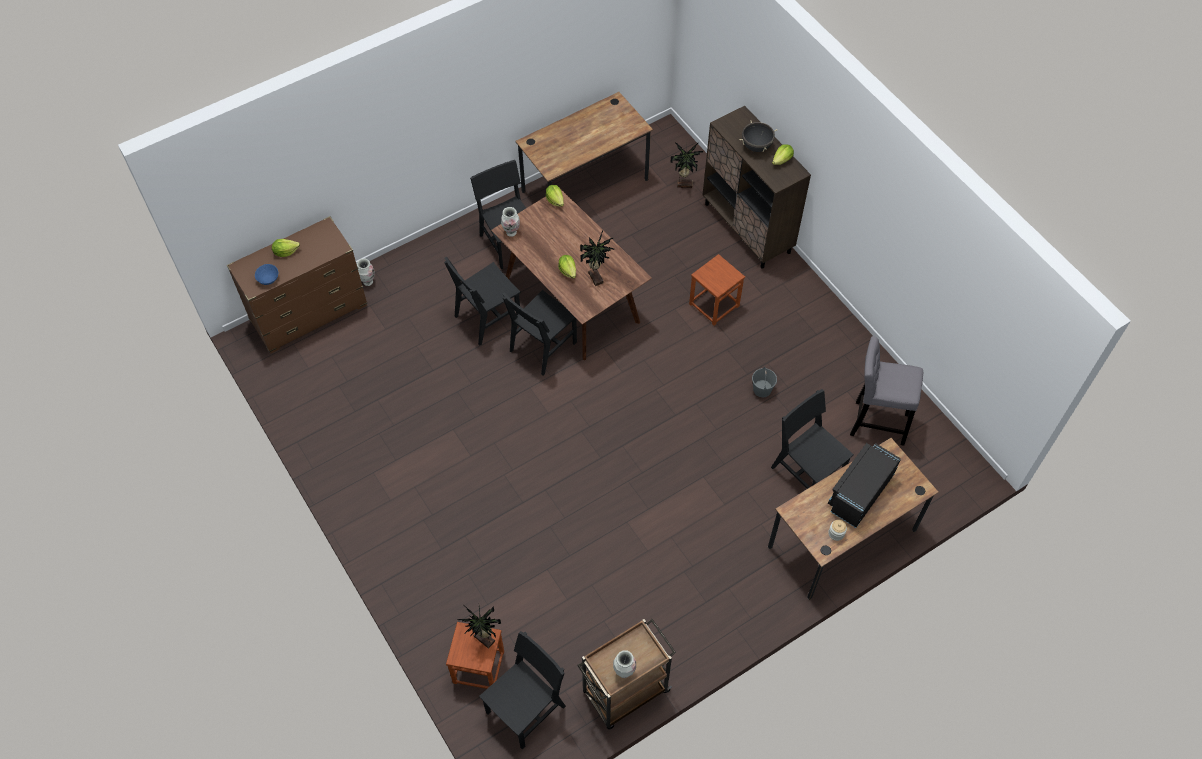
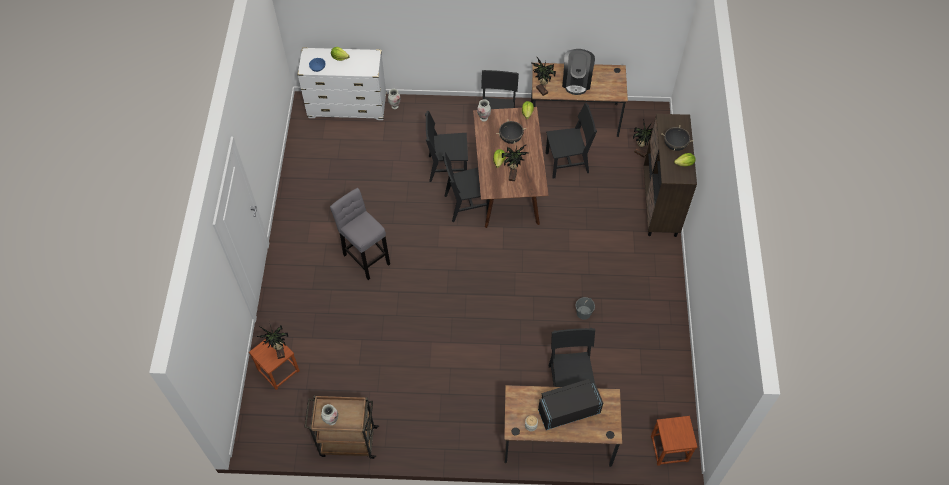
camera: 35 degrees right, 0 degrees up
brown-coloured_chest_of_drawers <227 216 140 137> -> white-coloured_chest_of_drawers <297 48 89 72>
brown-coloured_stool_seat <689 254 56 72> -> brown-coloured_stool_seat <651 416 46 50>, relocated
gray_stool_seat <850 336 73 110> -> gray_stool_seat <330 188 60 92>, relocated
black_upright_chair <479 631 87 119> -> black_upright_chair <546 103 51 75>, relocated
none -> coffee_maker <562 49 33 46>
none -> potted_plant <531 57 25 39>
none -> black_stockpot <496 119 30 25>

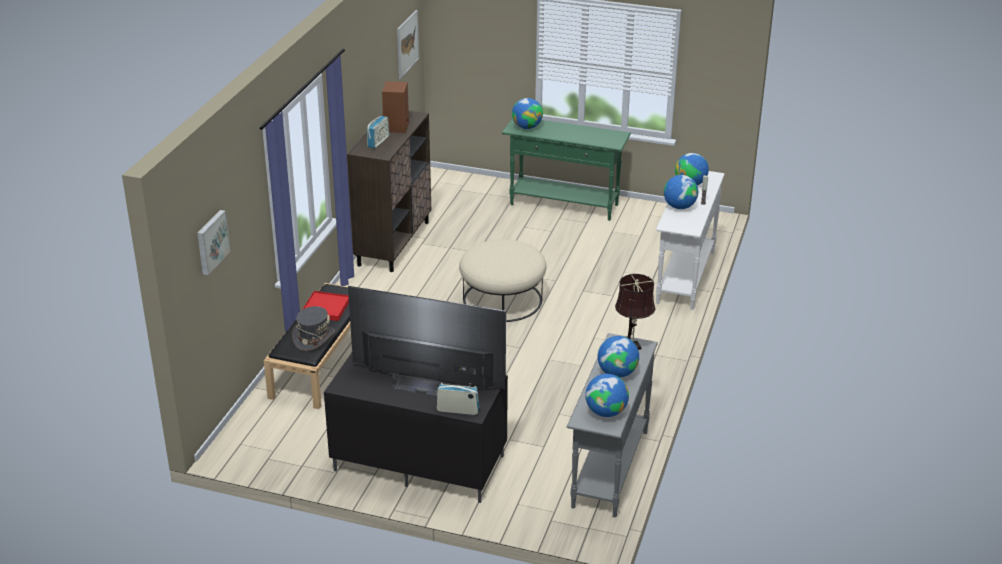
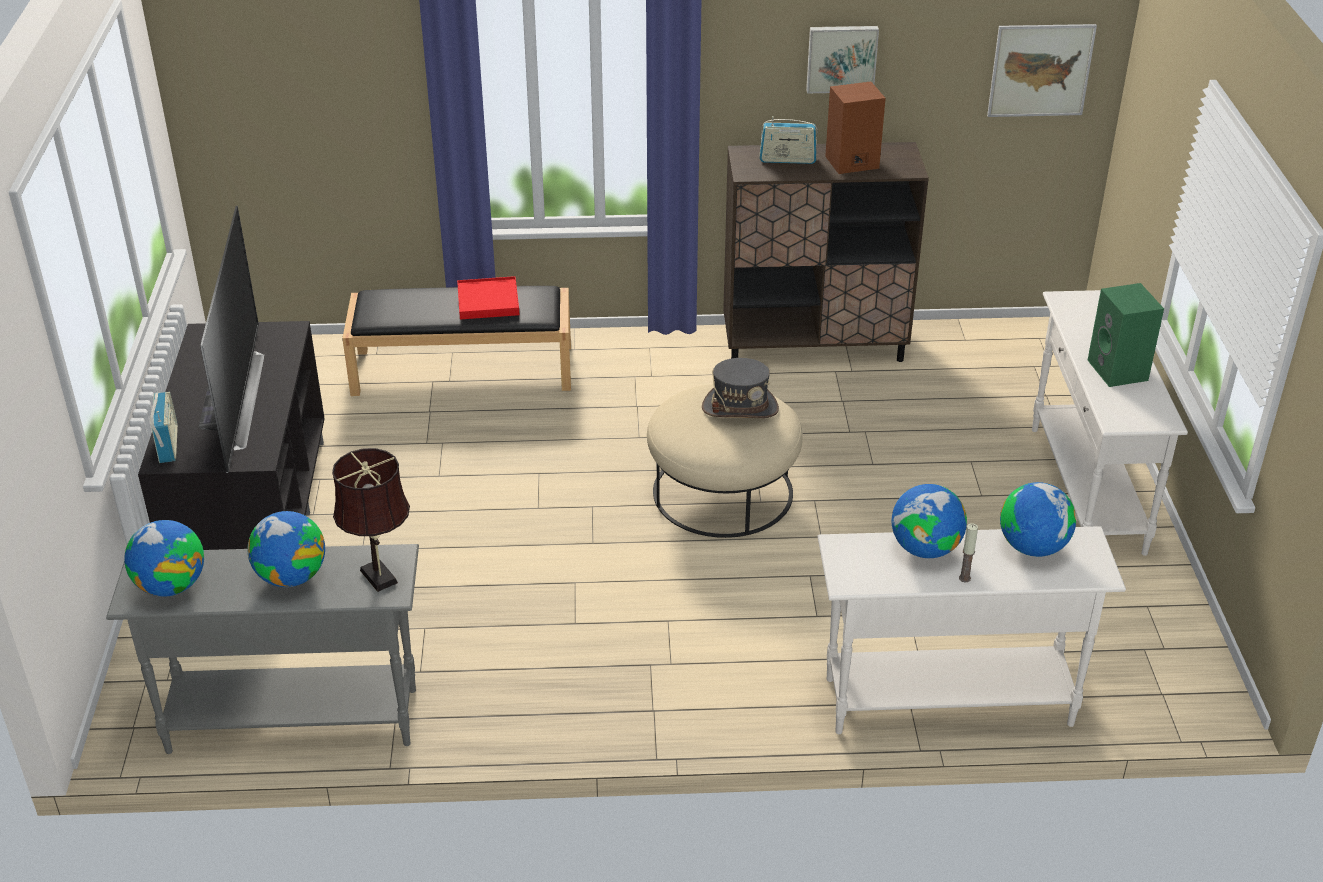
camera: 70 degrees right, 5 degrees up
globe <512 98 31 31> -> none
green_narrow_table <502 118 129 103> -> white-coloured_narrow_table <1032 290 156 266>
wall_art <197 210 33 65> -> wall_art <806 26 73 67>, relocated
gray_wearable_hat <292 306 43 45> -> gray_wearable_hat <702 358 77 60>, relocated
none -> green_loudspeaker <1088 283 76 104>

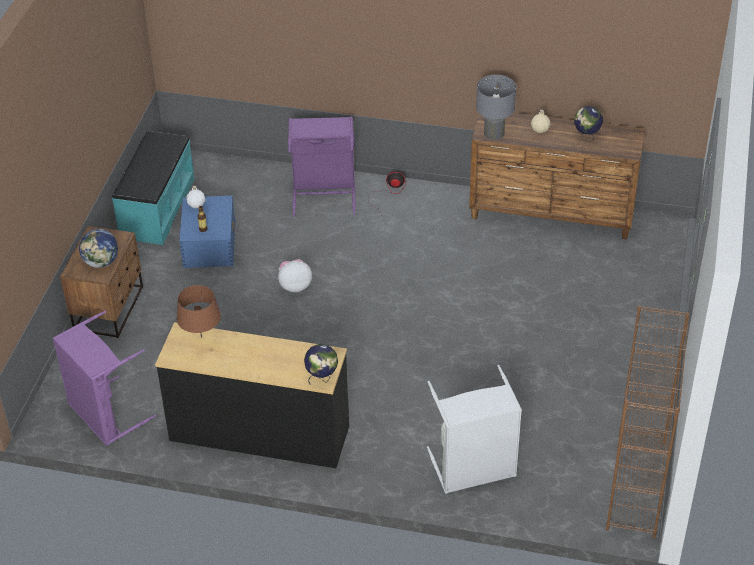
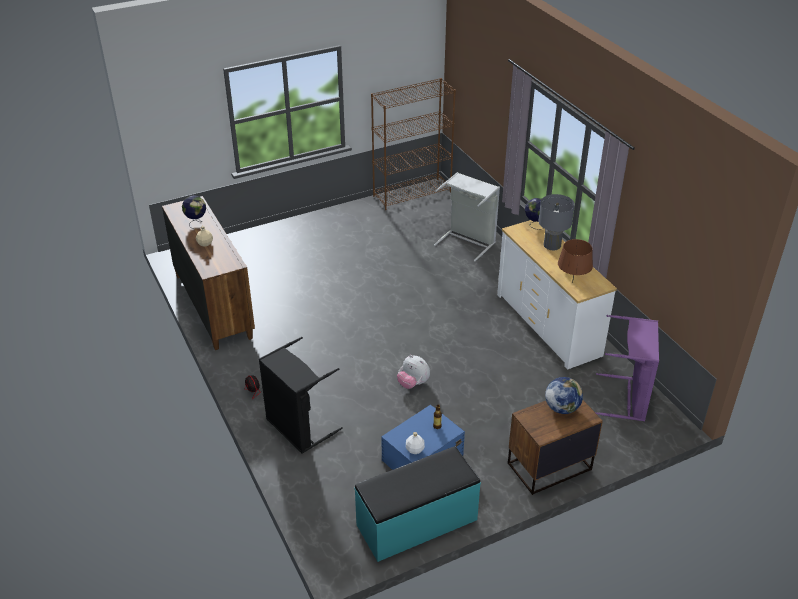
camera: 130 degrees left, 5 degrees down
gray_tabletop_lamp <476 75 40 65> -> gray_tabletop_lamp <538 194 37 56>, relocated
purple_washing_basket <288 116 68 101> -> black_washing_basket <259 337 84 117>
black_chest_of_drawers <155 322 194 146> -> white-coloured_chest_of_drawers <497 220 120 150>

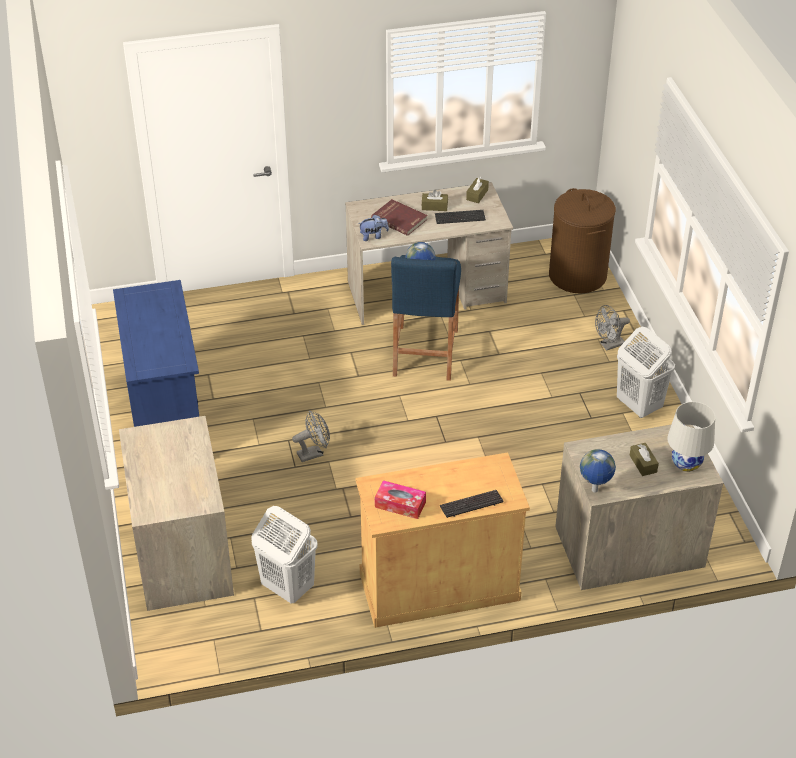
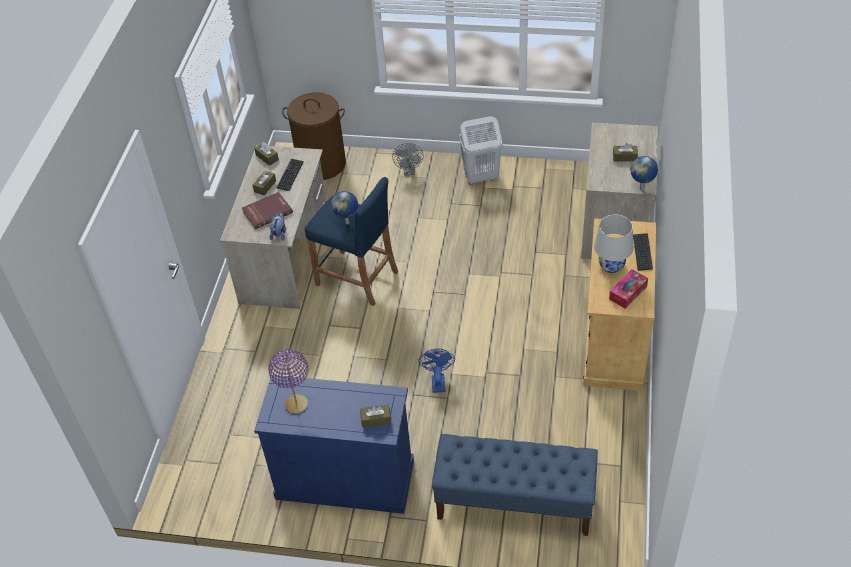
camera: 65 degrees left, 5 degrees up
white-coloured_tabletop_lamp <667 402 48 70> -> white-coloured_tabletop_lamp <594 214 39 59>, relocated
gray_fan <292 410 38 52> -> blue_fan <418 349 37 44>
chest_of_drawers <119 416 115 195> -> blue_long_seat <432 434 166 102>
white-coloured_washing_basket <251 506 67 97> -> none
none -> purple_tabletop_lamp <268 349 40 65>
none -> brown-coloured_box_of_tissues <360 405 31 23>

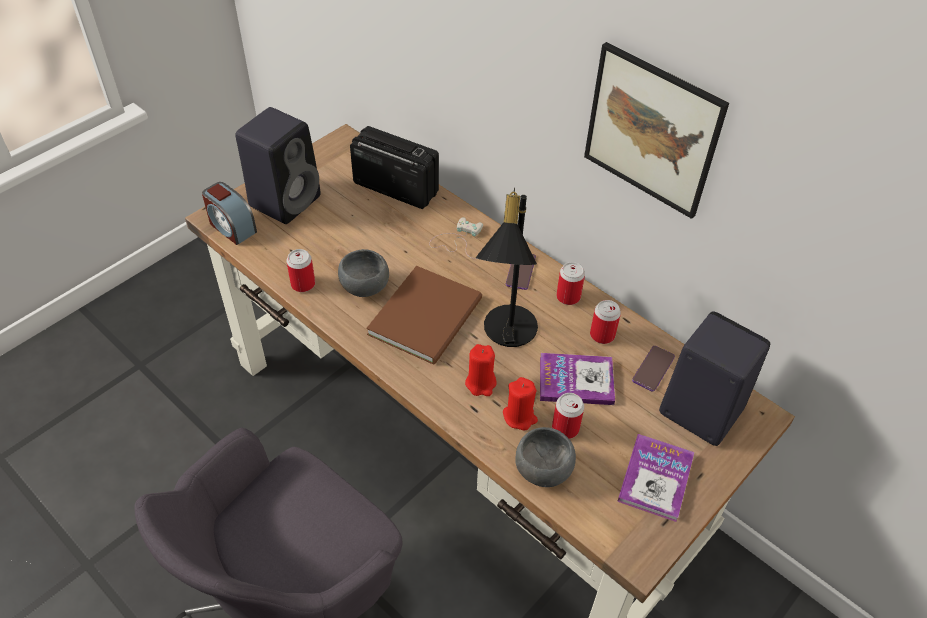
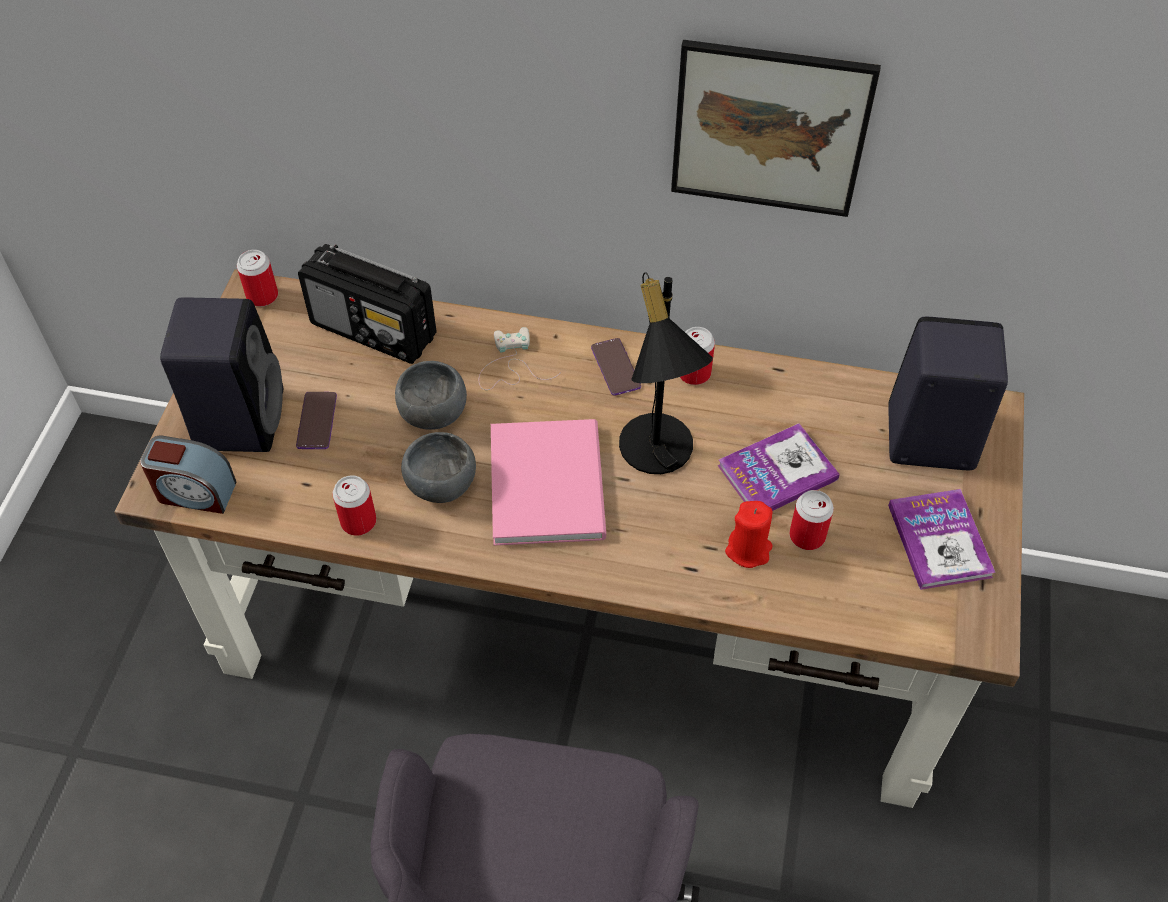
camera: 30 degrees left, 5 degrees up
radio_set <350 126 89 83> -> radio_set <298 244 139 120>, 150 degrees counterclockwise
brown-coloured_bound_book <366 266 116 99> -> pinkish_bound_book <491 419 115 127>
can <590 300 31 44> -> can <237 250 41 57>, relocated
red_wax_light <465 344 31 52> -> none
phone <632 346 43 46> -> phone <296 392 41 57>, relocated
gray_deep_dish <515 427 61 60> -> gray_deep_dish <395 361 72 69>, relocated

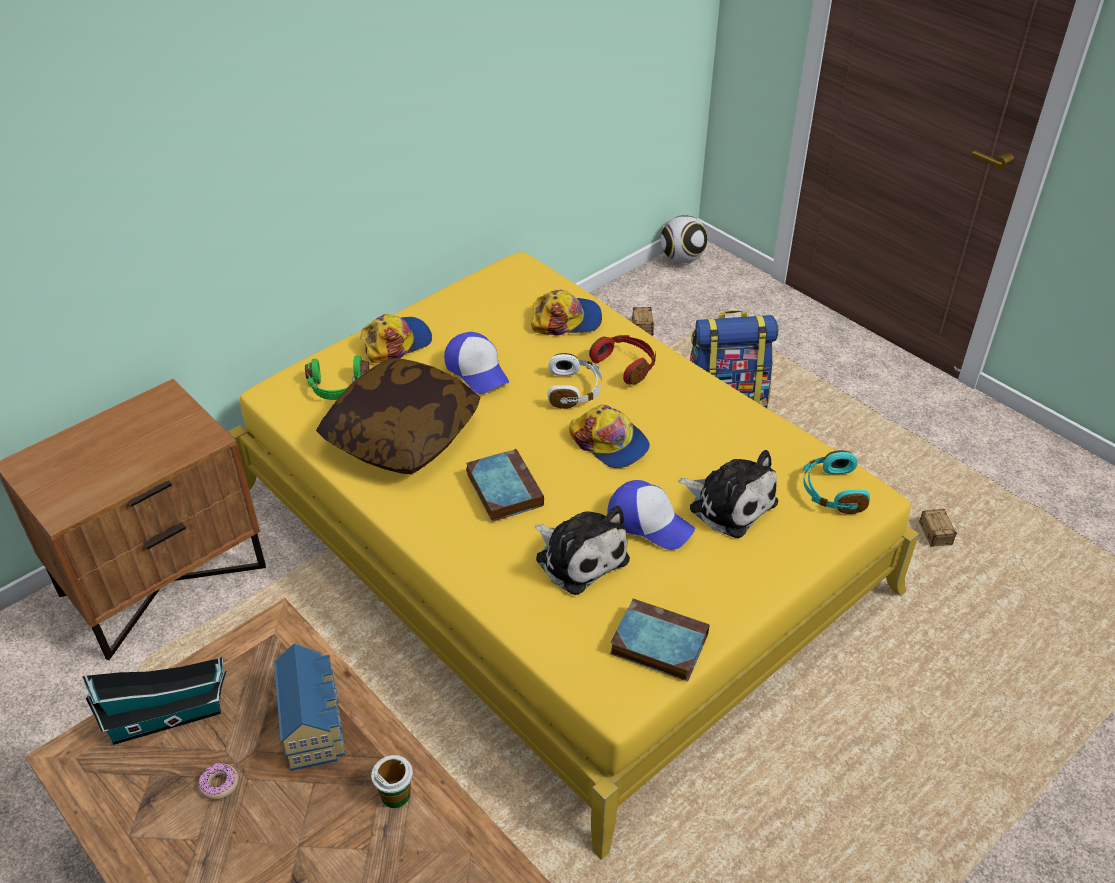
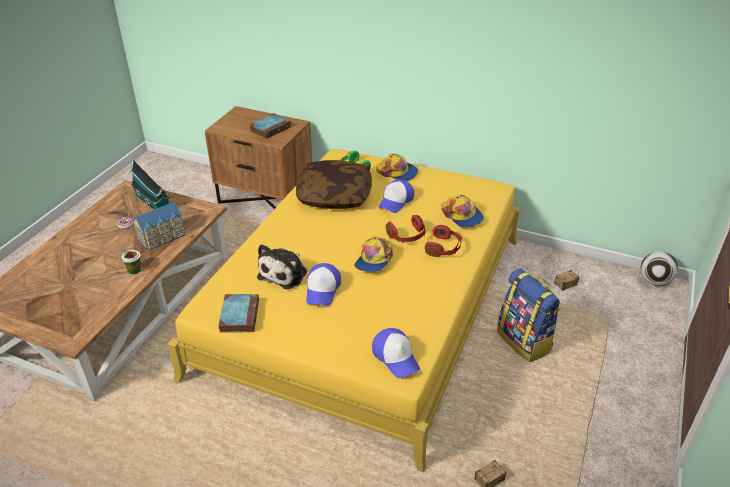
camera: 65 degrees right, 5 degrees down
white-coloured_headset <547 353 55 56> -> red_headset <386 215 40 28>
bound_book <466 449 78 73> -> bound_book <250 113 41 26>, relocated
plush_toy <678 450 100 88> -> none
turquoise-coloured_headset <803 450 67 64> -> baseball_cap <372 328 48 50>

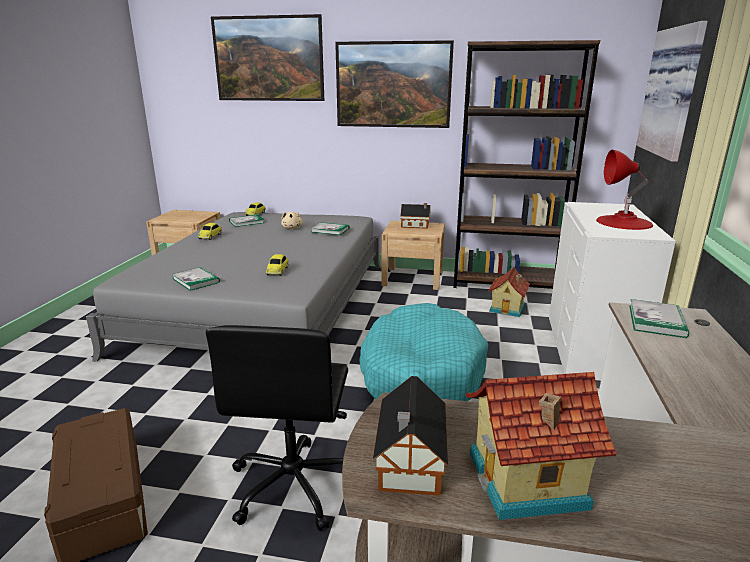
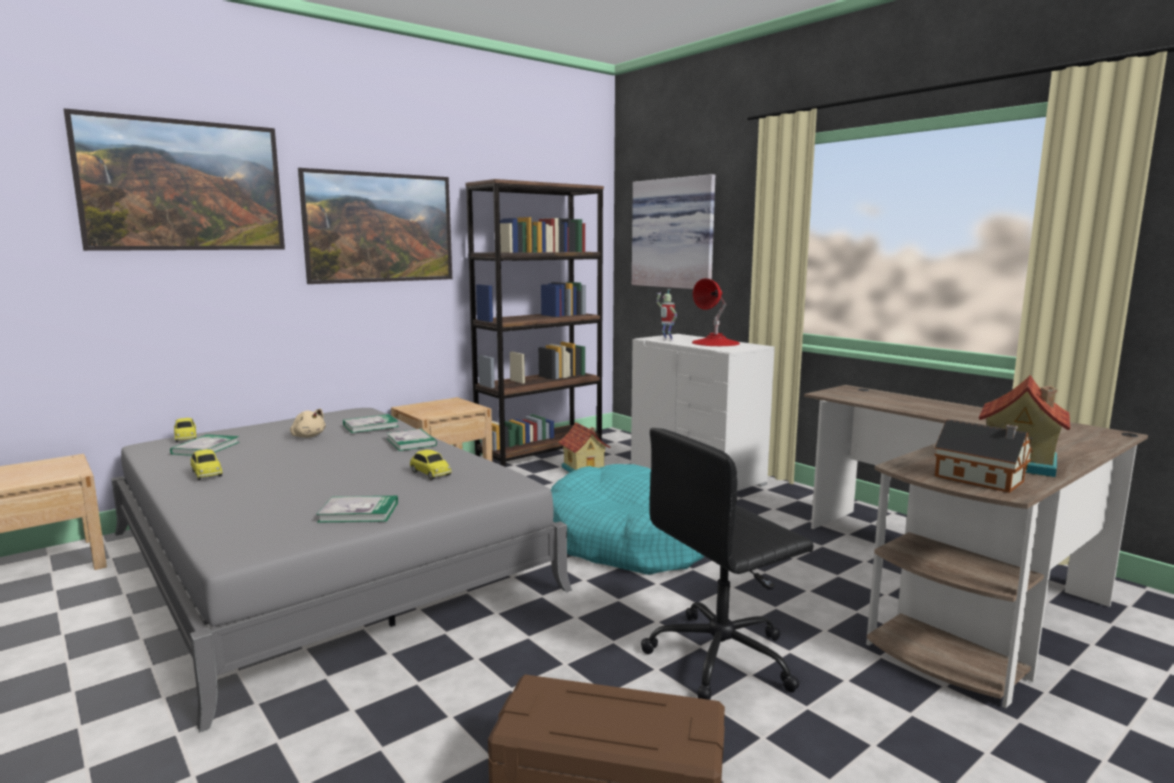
camera: 50 degrees left, 10 degrees down
toy_house <401 203 29 26> -> none
bound_book <629 299 60 39> -> bound_book <386 429 51 22>, relocated
black_office_chair <206 325 142 206> -> black_office_chair <641 428 173 272>, 105 degrees clockwise
none -> robot_figure <656 289 21 52>

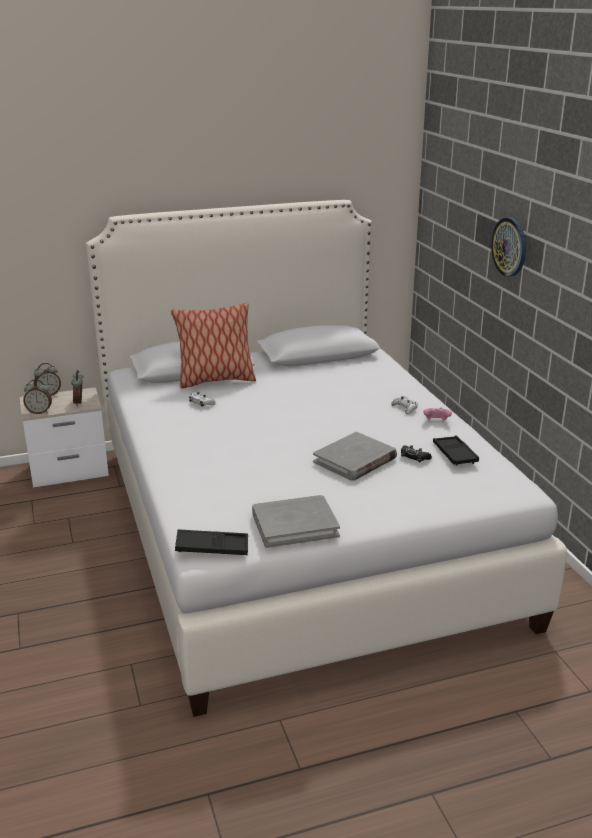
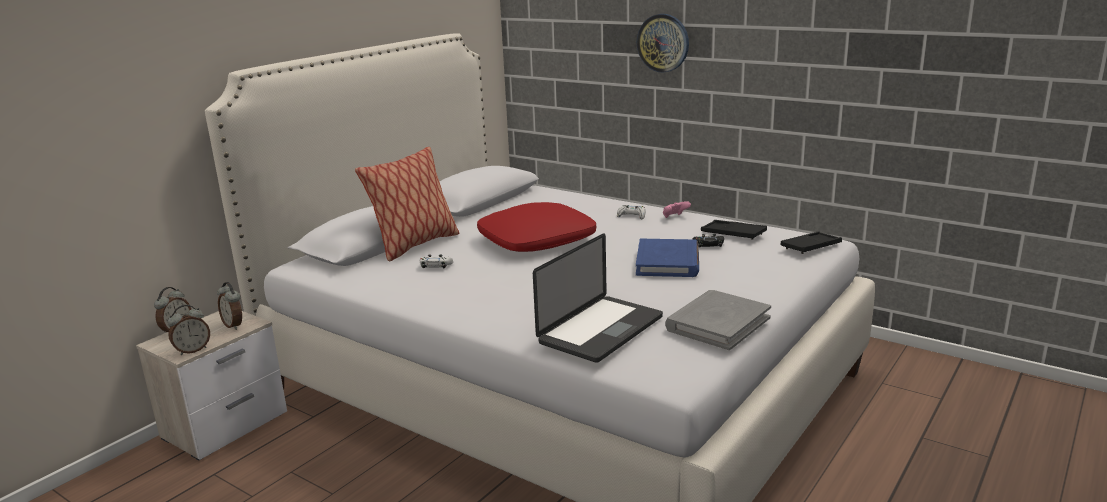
camera: 35 degrees left, 5 degrees down
gray_bound_book <313 432 84 49> -> blue_bound_book <636 239 63 38>
black_serving_tray <175 529 73 26> -> black_serving_tray <781 231 61 23>, relocated
none -> red_throw_pillow <477 202 119 50>
none -> portable_computer <533 233 130 130>

